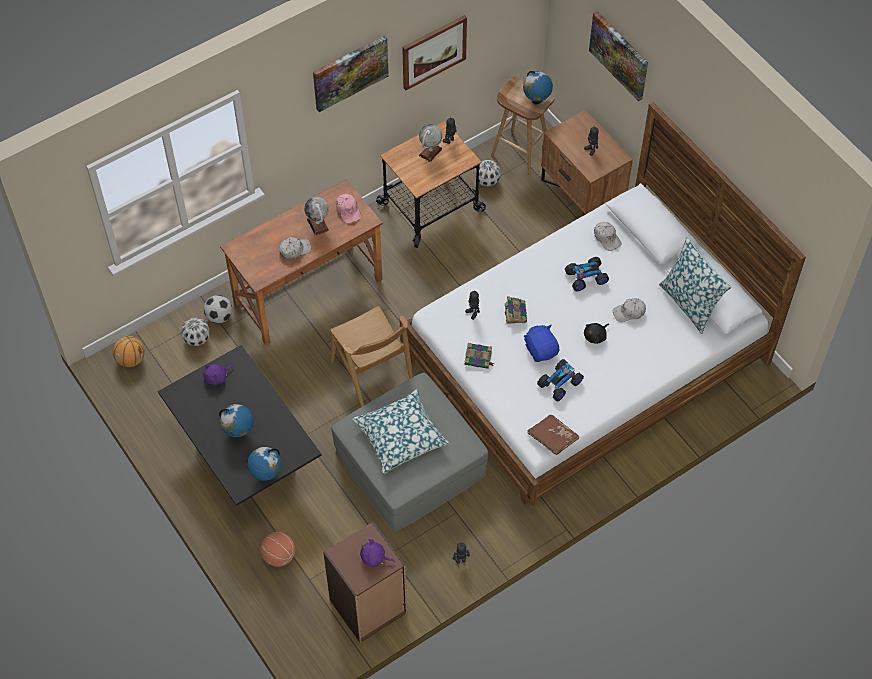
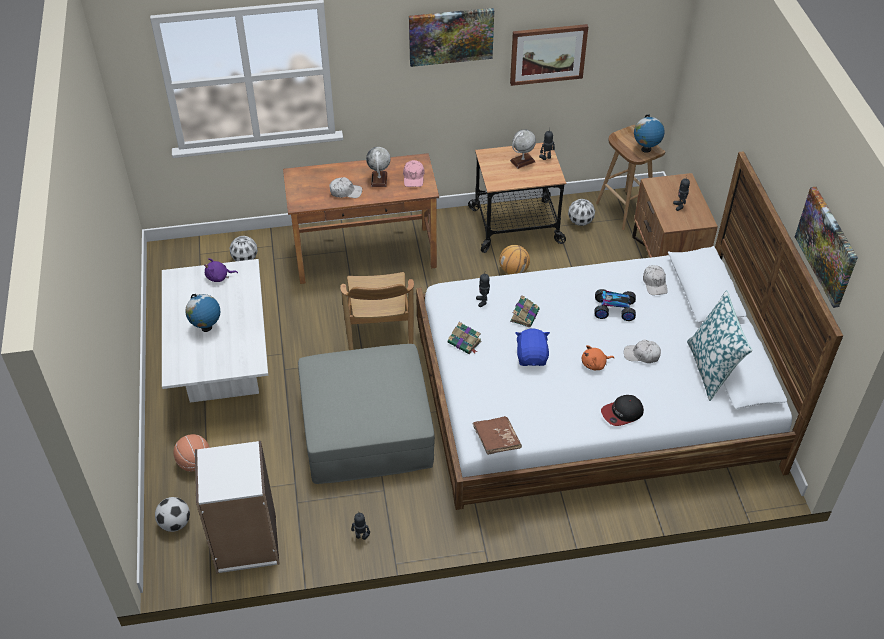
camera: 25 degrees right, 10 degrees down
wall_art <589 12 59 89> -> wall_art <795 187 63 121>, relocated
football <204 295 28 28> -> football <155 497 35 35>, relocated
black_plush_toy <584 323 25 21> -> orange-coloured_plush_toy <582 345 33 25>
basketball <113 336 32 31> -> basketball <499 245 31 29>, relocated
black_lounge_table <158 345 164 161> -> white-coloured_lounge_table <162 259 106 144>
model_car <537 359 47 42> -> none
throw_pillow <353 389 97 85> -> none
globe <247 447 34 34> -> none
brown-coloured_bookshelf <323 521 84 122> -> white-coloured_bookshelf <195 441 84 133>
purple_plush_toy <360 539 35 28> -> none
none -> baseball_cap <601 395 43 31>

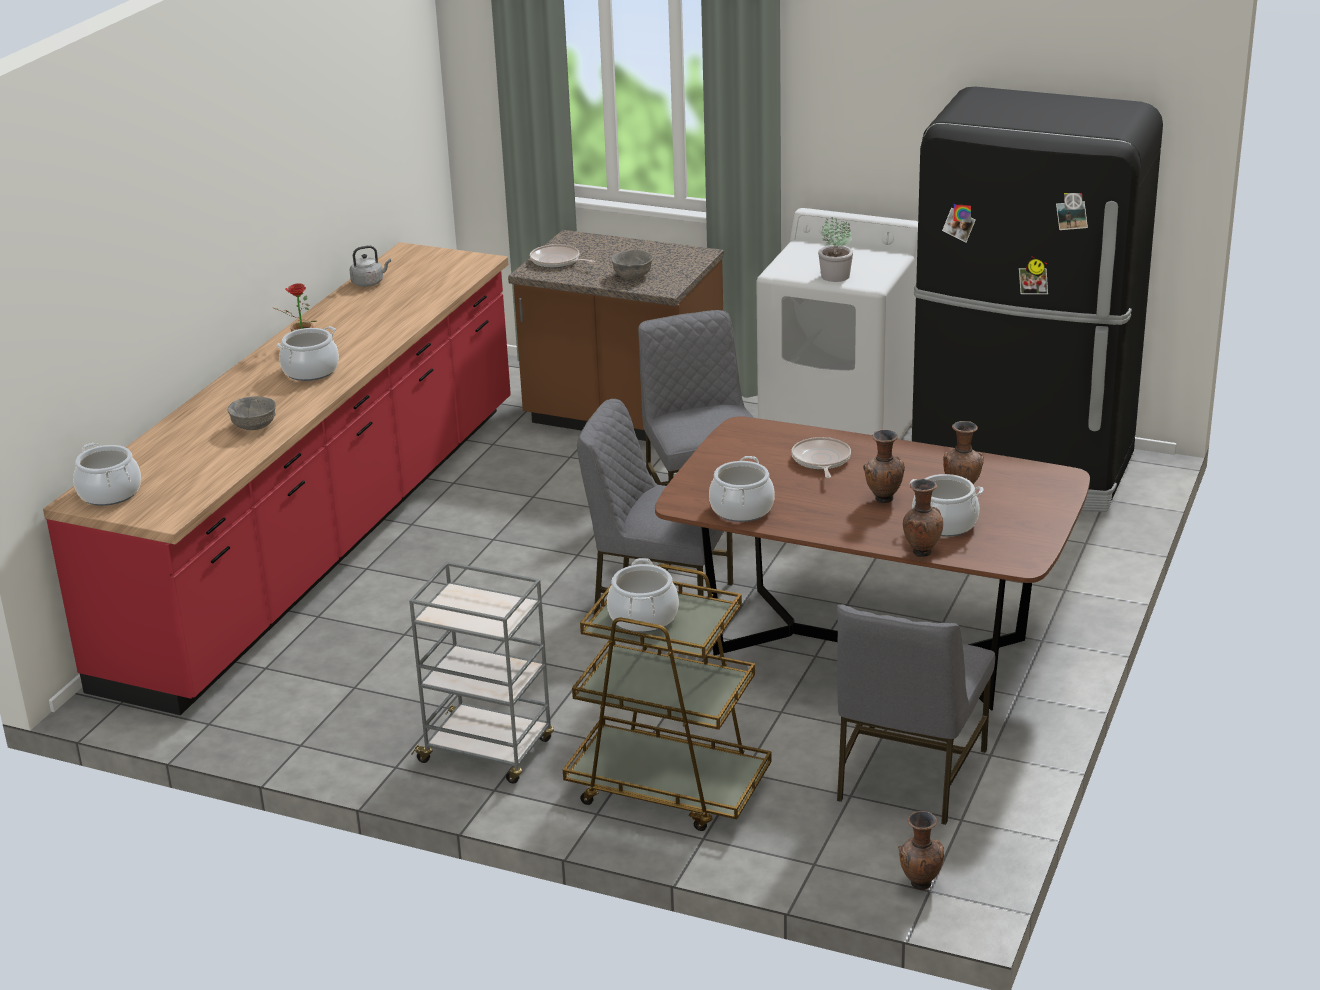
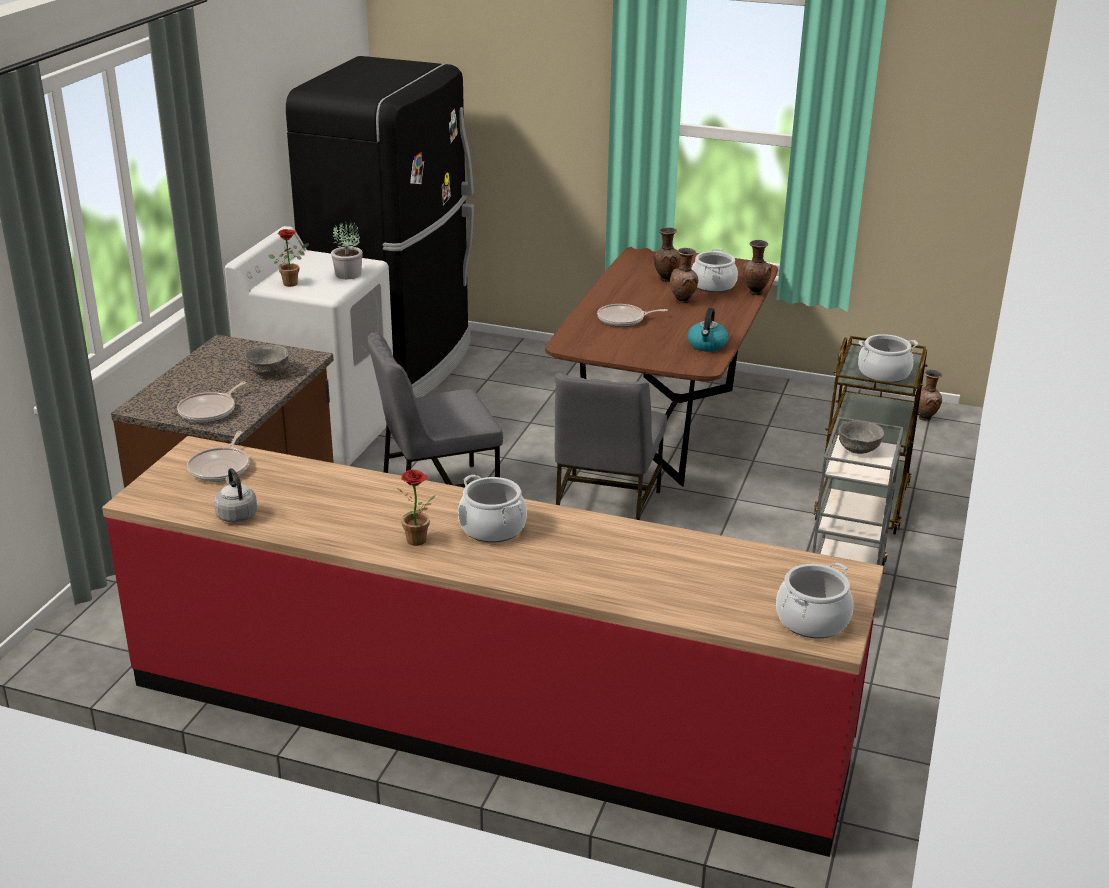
camera: 95 degrees left, 0 degrees up
gray_deep_dish <227 396 49 34> -> gray_deep_dish <839 421 45 33>, relocated
stockpot <709 456 66 66> -> water_kettle <688 308 41 44>
gray_upright_chair <837 604 158 221> -> none
none -> potted_plant <268 229 41 58>
none -> skillet <187 431 62 51>

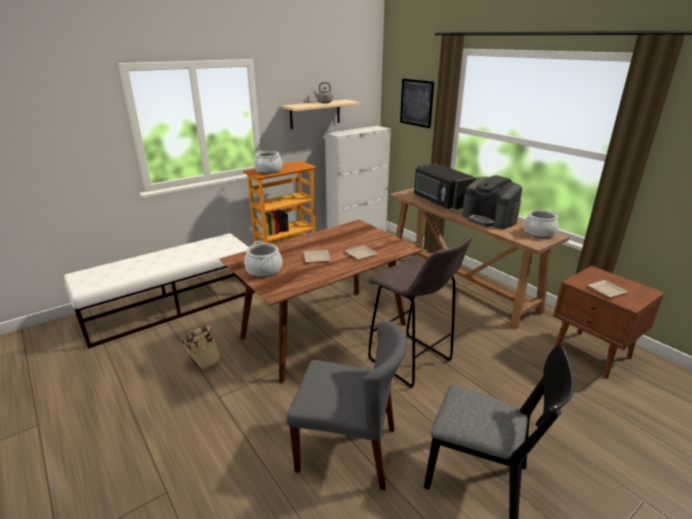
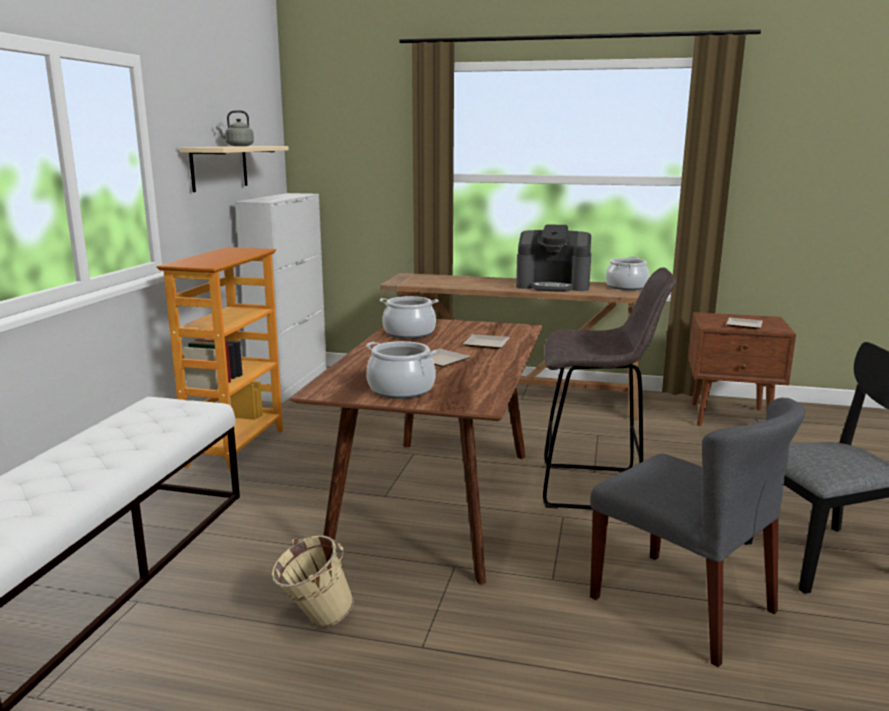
camera: 40 degrees left, 10 degrees down
wall_art <400 79 34 49> -> none
stockpot <254 150 28 24> -> stockpot <380 296 59 43>, relocated
black_microwave <414 163 63 48> -> none
gray_upright_chair <287 321 120 169> -> gray_upright_chair <590 398 215 269>, 75 degrees clockwise

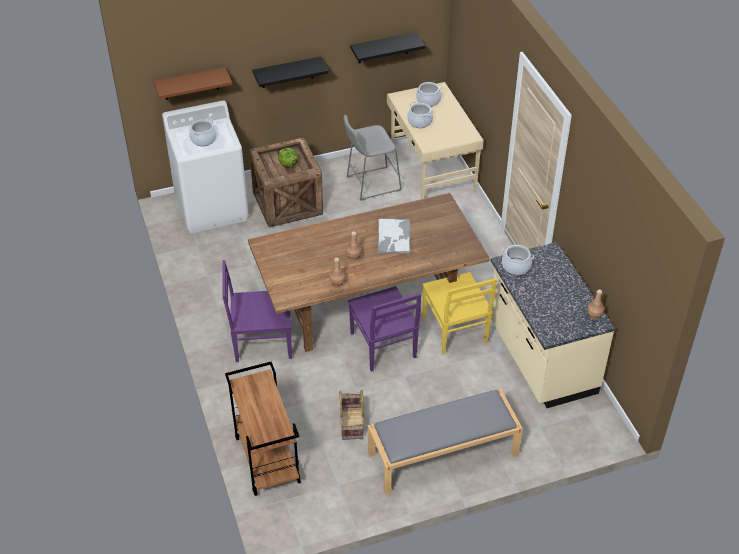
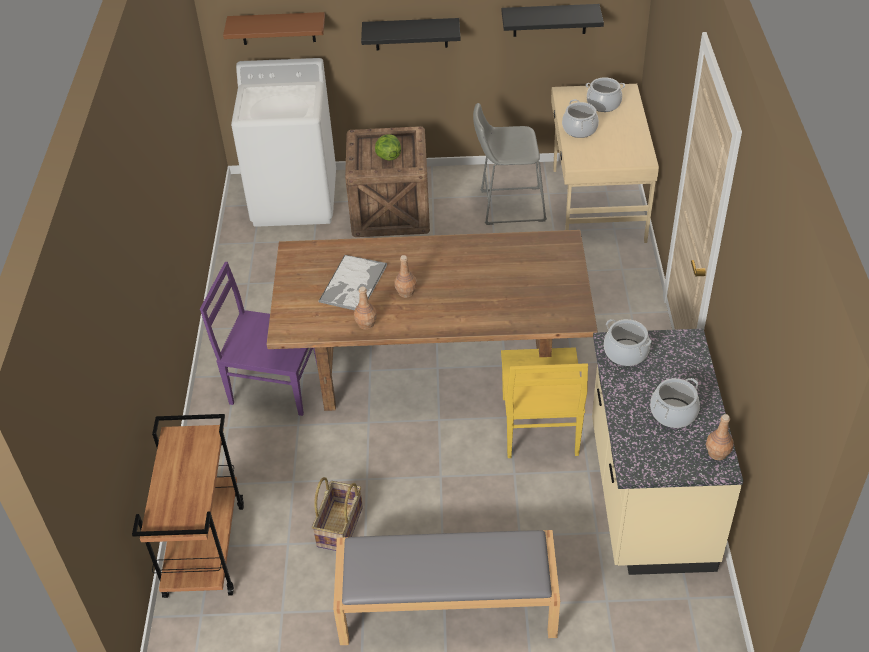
camera: 20 degrees right, 0 degrees up
stockpot <189 118 28 28> -> stockpot <650 378 50 50>, relocated
serving_tray <378 219 32 35> -> serving_tray <319 255 68 55>, relocated
purple_upright_chair <348 286 73 86> -> none

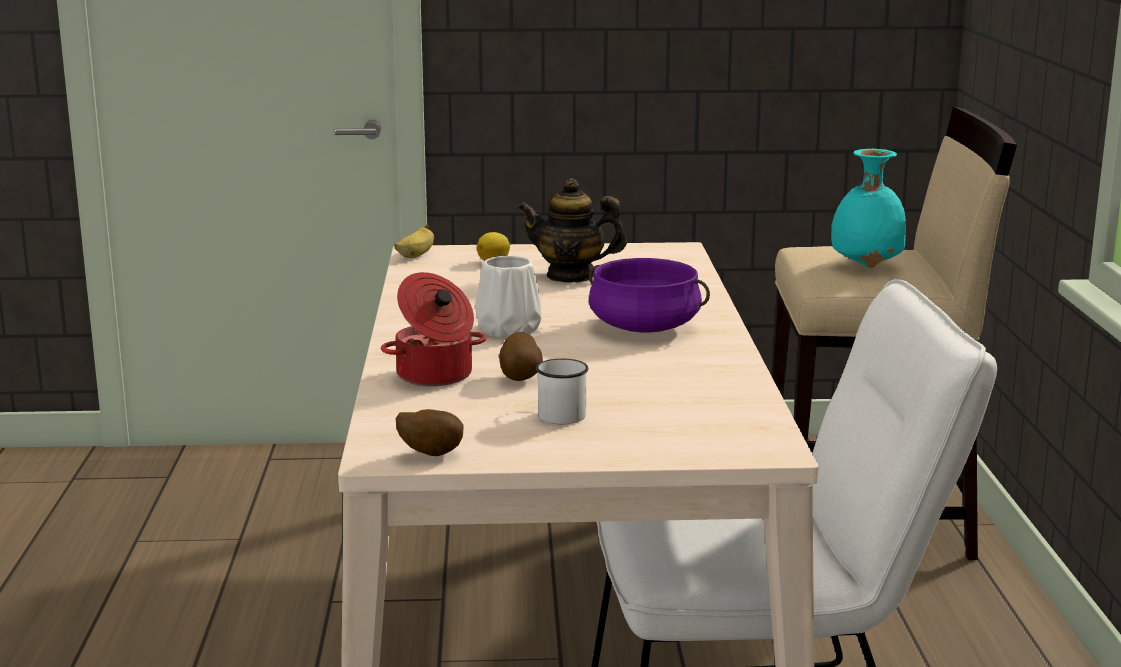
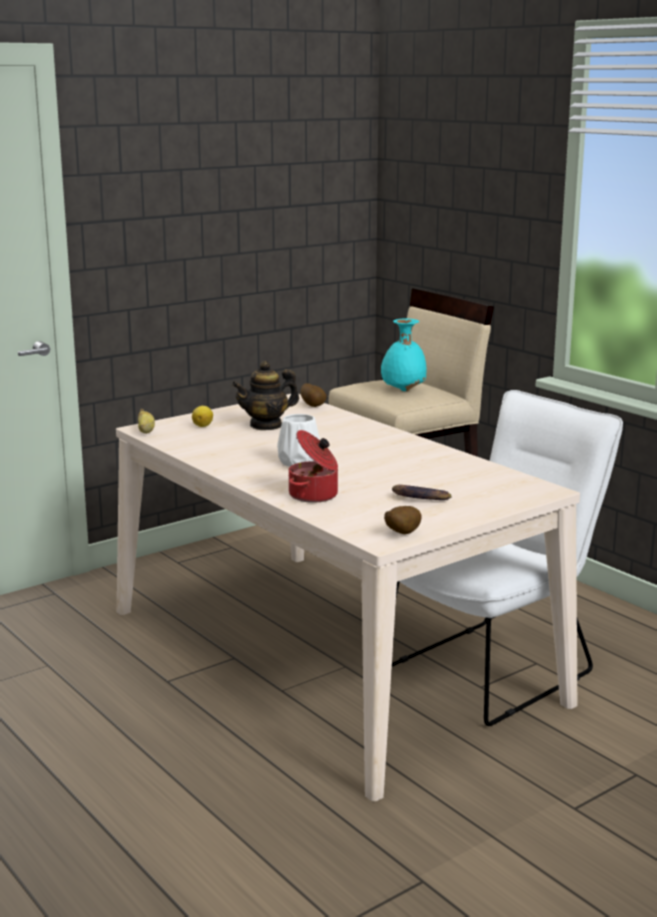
camera: 35 degrees left, 0 degrees up
purple_stockpot <589 258 121 75> -> none
spud <499 332 44 49> -> spud <300 383 26 24>, relocated
white-coloured_tea_mug <536 358 52 66> -> whole_banana <392 485 60 15>

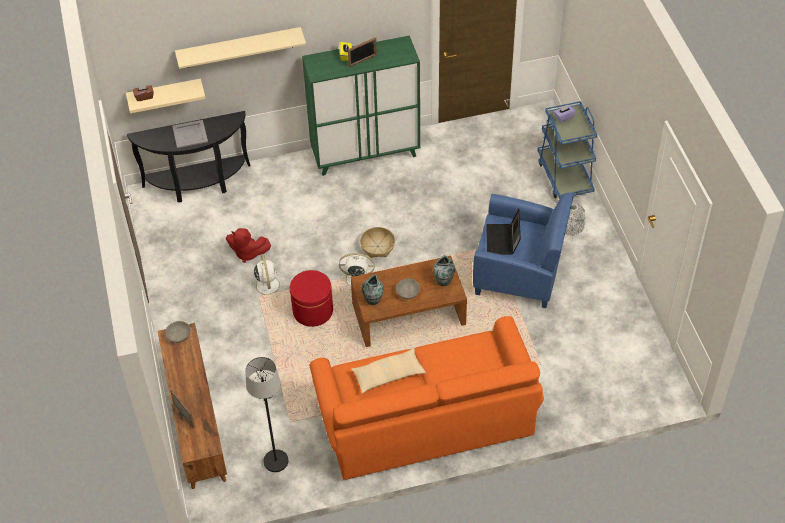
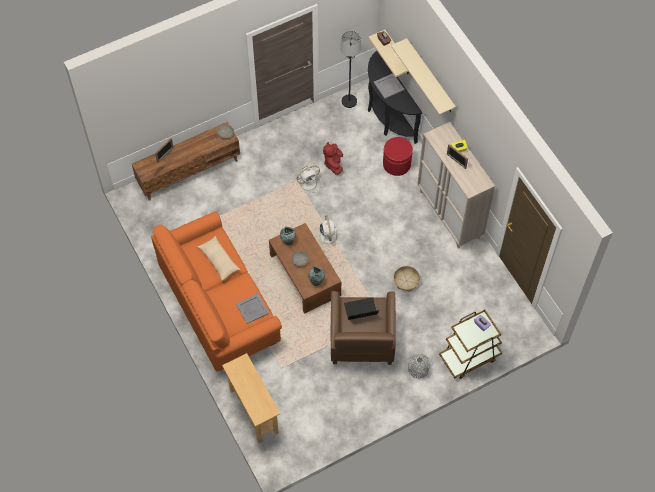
camera: 75 degrees right, 10 degrees up
green_cupboard <302 35 118 141> -> beige_cupboard <417 122 78 127>
blue_trolley <537 101 60 98> -> brown-coloured_trolley <439 310 63 69>
blue_armchair <473 192 101 116> -> brown-coloured_armchair <331 291 65 74>
household_basket <360 227 35 31> -> household_basket <393 266 27 25>, relocated
red_footrest <290 270 43 57> -> red_footrest <383 137 30 39>, relocated
black_standing_lamp <245 357 43 115> -> black_standing_lamp <340 31 21 77>, relocated
none -> gray_serving_tray <236 293 33 31>
none -> beige_narrow_table <222 353 58 90>

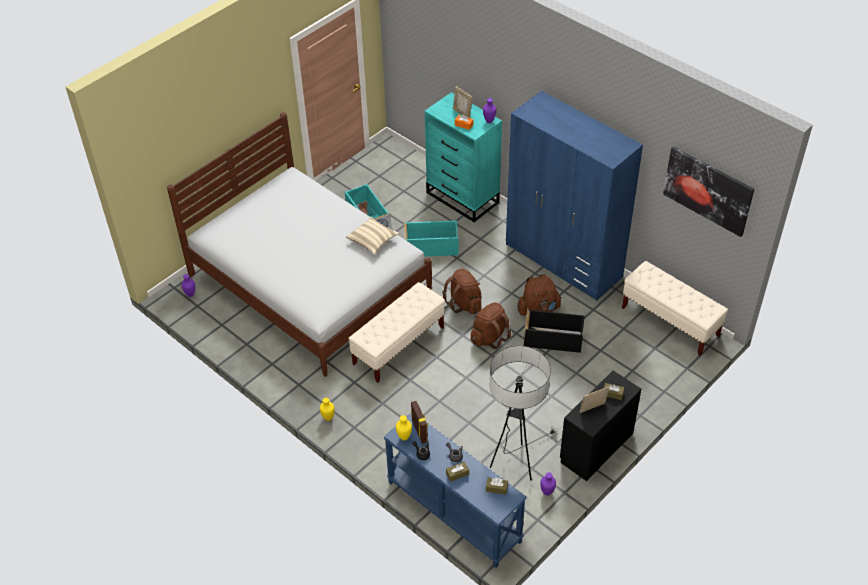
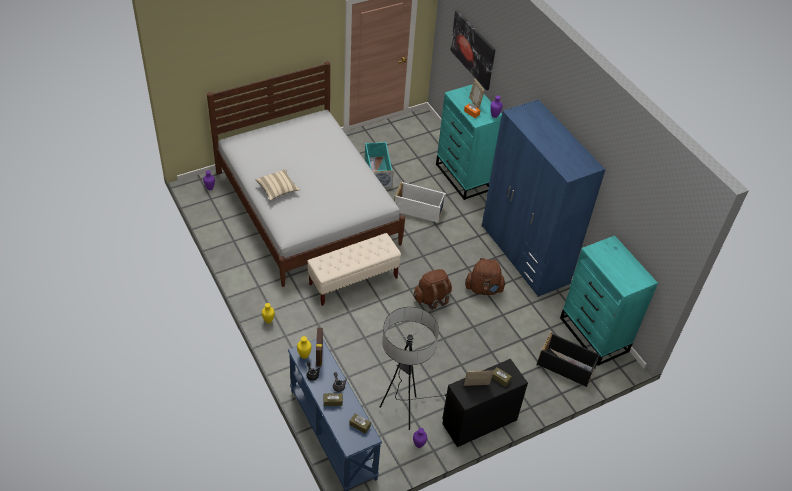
camera: 15 degrees right, 0 degrees up
wall_art <663 146 91 91> -> wall_art <450 10 45 80>, relocated
beige_throw_pillow <346 217 53 37> -> beige_throw_pillow <256 169 44 32>, relocated
turquoise-coloured_storage_box <404 221 55 36> -> white-coloured_storage_box <394 181 52 42>
beige_long_seat <622 261 106 95> -> turquoise-coloured_chest_of_drawers <560 235 98 131>
brown-coloured_backpack <442 268 39 46> -> none
black_storage_box <524 308 61 45> -> black_storage_box <537 332 63 55>, relocated

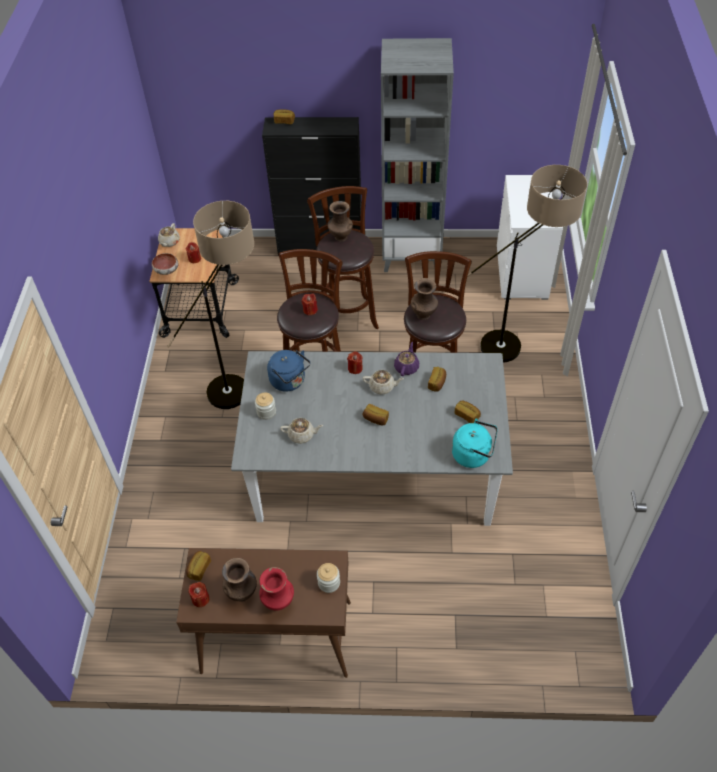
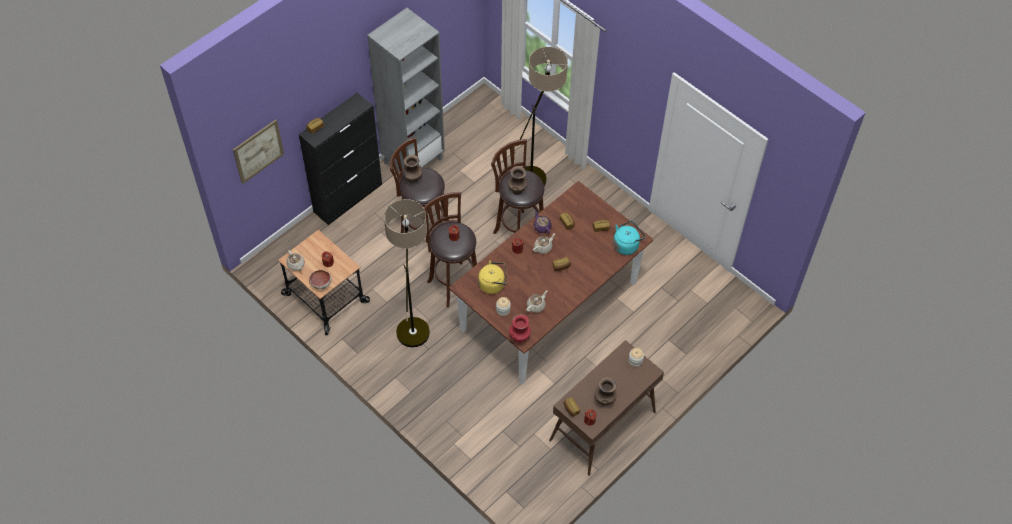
camera: 50 degrees left, 5 degrees up
white-coloured_chest_of_drawers <497 175 66 125> -> none
blue_water_kettle <267 350 44 42> -> yellowish_water_kettle <478 260 29 34>
gray_kitchen_table <231 351 282 175> -> brown-coloured_kitchen_table <449 181 204 203>
red_decorative_vase <259 567 35 44> -> red_decorative_vase <509 314 22 29>, relocated
none -> wall_art <233 119 51 65>

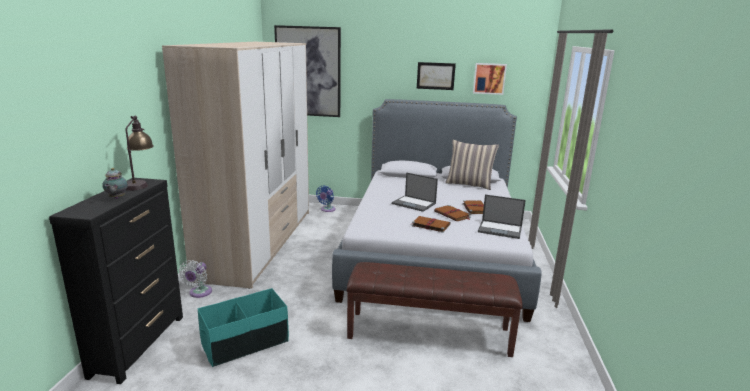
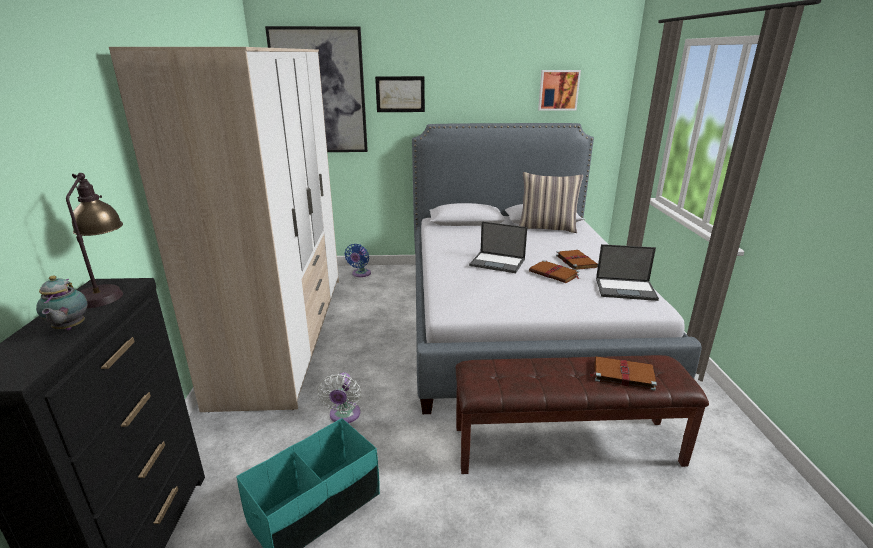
camera: 10 degrees left, 5 degrees up
wall_art <417 62 39 28> -> wall_art <375 76 50 36>, relocated
brown-coloured_bound_book <411 216 39 17> -> brown-coloured_bound_book <590 356 67 35>, relocated
white-coloured_fan <179 260 33 38> -> white-coloured_fan <317 373 45 50>, relocated

